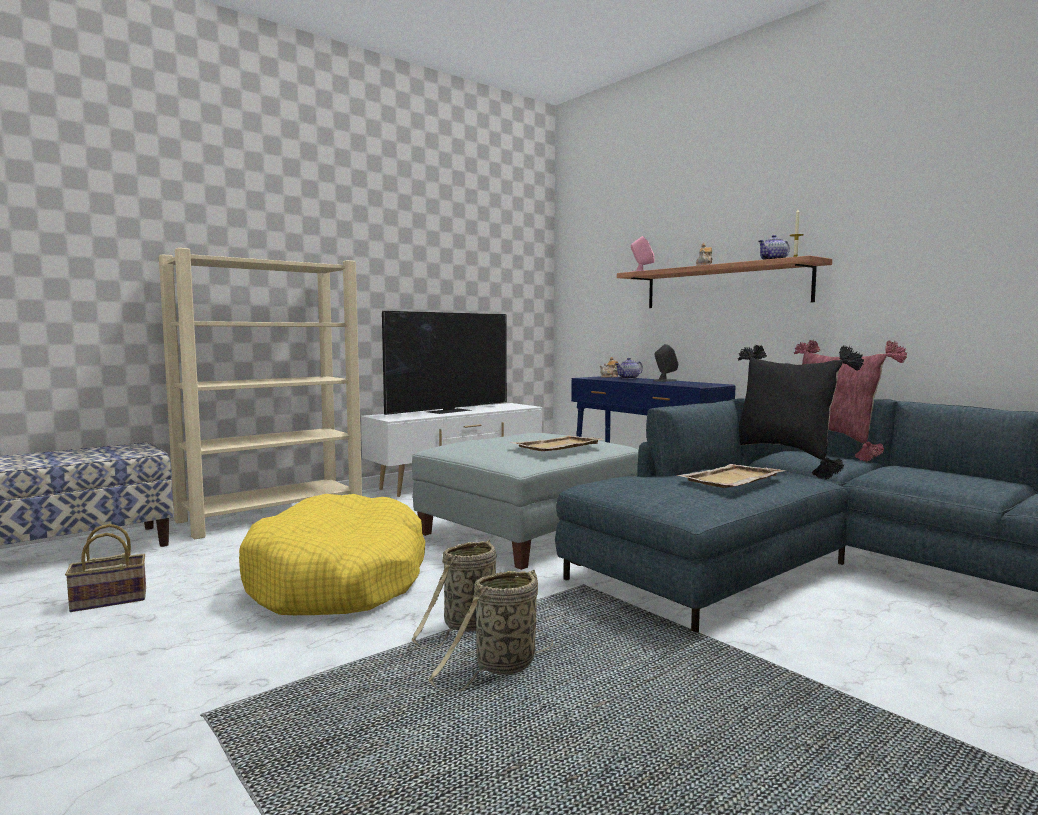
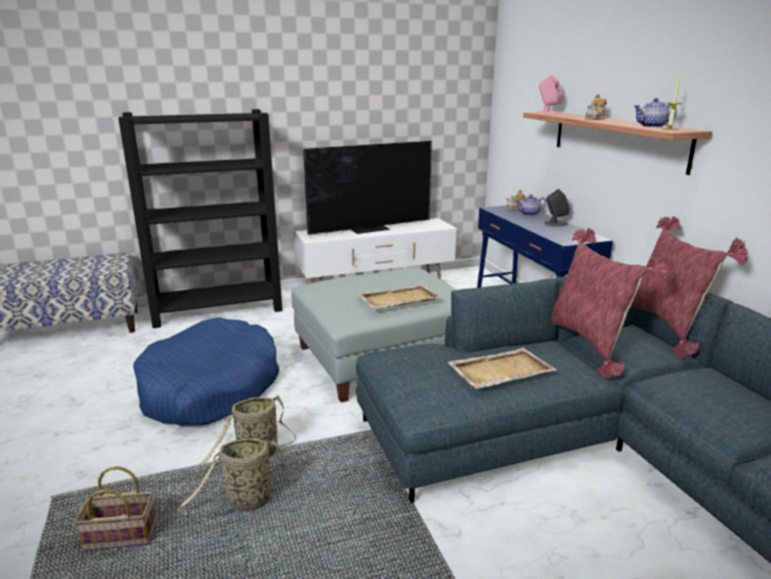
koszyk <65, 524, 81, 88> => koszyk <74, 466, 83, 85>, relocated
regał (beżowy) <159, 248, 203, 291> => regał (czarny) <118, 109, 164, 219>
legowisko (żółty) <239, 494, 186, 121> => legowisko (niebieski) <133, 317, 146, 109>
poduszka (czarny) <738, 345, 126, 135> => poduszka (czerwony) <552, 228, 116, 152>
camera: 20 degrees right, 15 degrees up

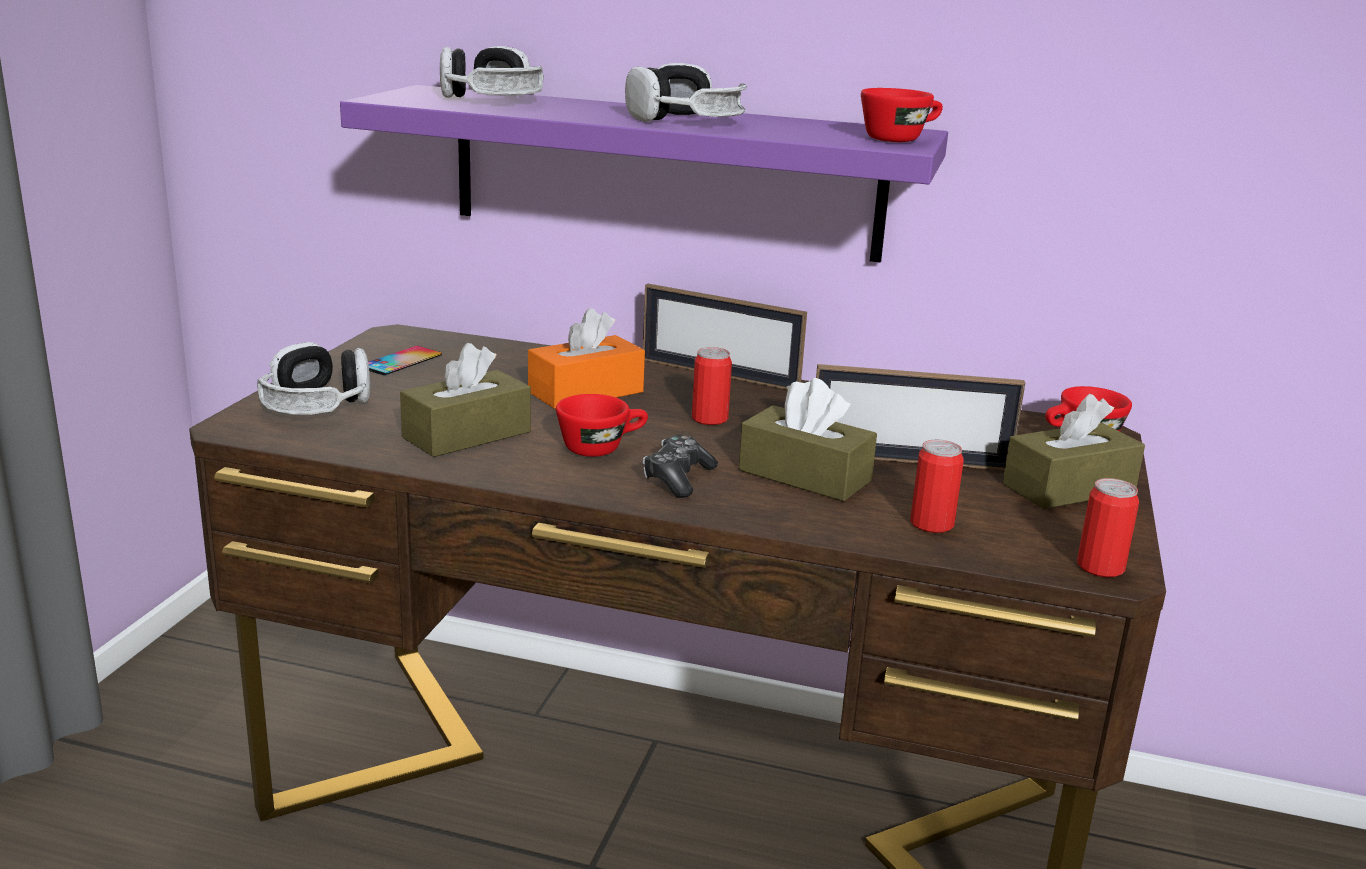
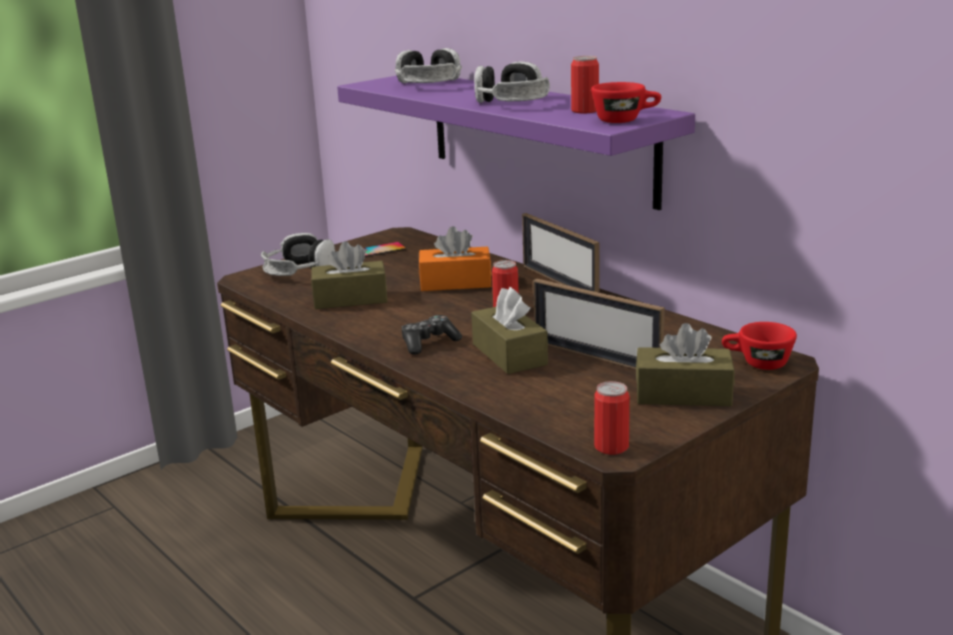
filiżanka (czerwony) <556, 394, 92, 63> => nothing
puszka <910, 440, 54, 93> => puszka <571, 56, 28, 58>, relocated
camera: 35 degrees right, 0 degrees up

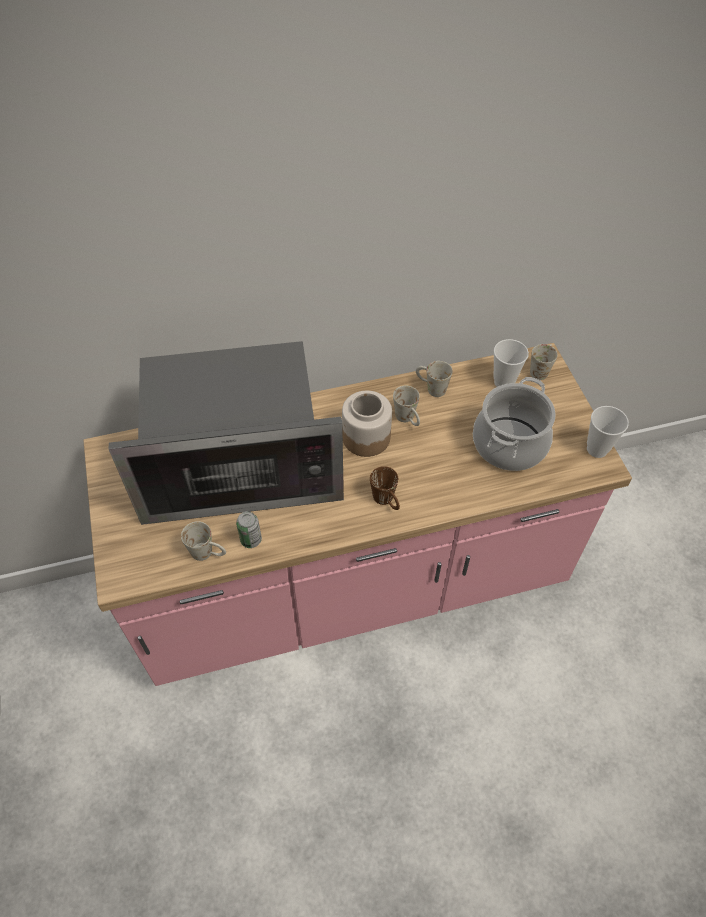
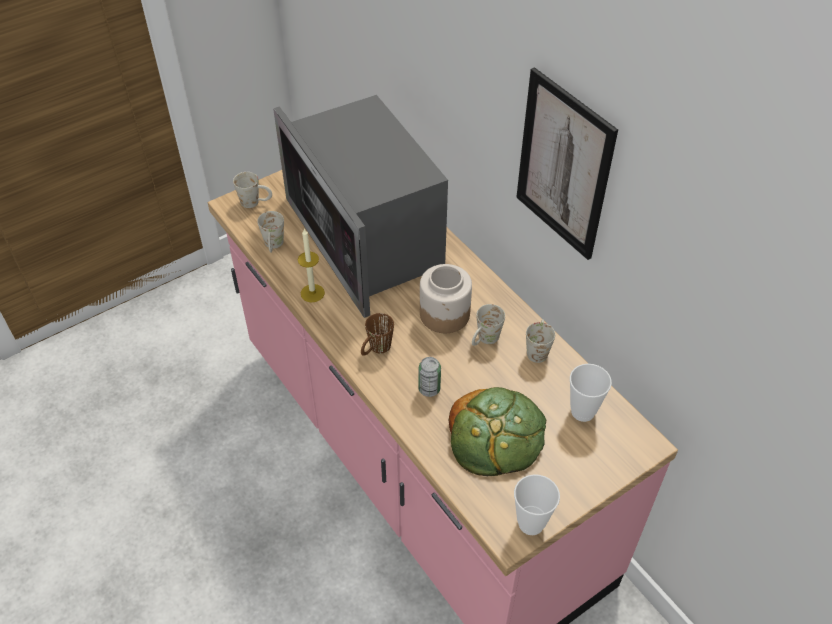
puszka <236, 511, 26, 37> => puszka <418, 357, 23, 40>, relocated
garnek <473, 377, 83, 94> => chleb <449, 387, 97, 89>
kubek (biały) <530, 344, 28, 36> => kubek (biały) <233, 172, 39, 36>, relocated
nothing => świeca <298, 229, 27, 73>
nothing => obraz <516, 67, 102, 193>
camera: 70 degrees right, 5 degrees down

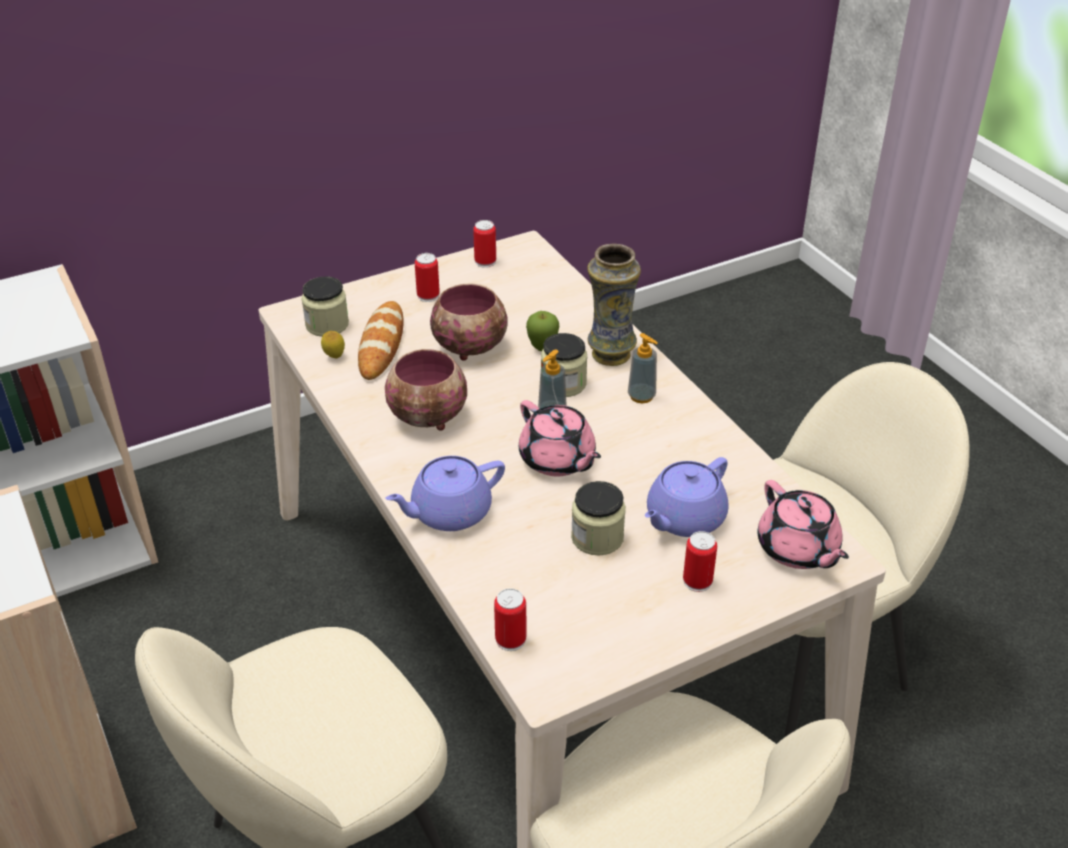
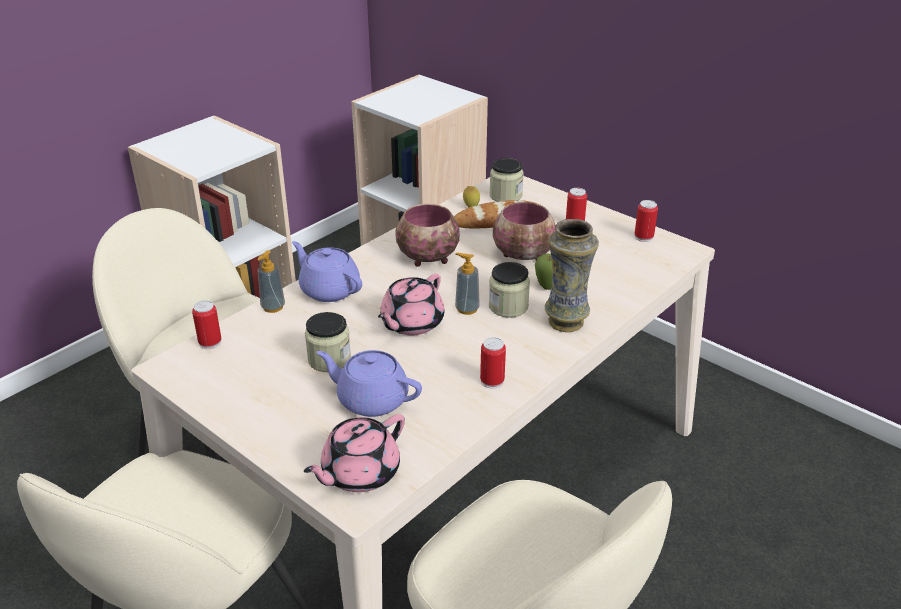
dozownik mydła <628, 333, 30, 70> => dozownik mydła <257, 250, 28, 63>, relocated
puszka <683, 531, 34, 61> => puszka <480, 337, 26, 52>, relocated
camera: 70 degrees right, 5 degrees down

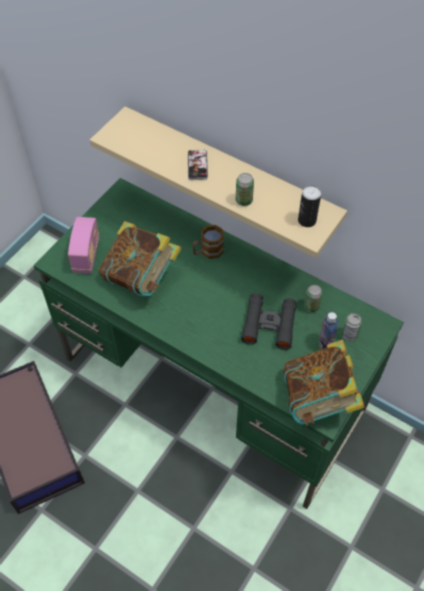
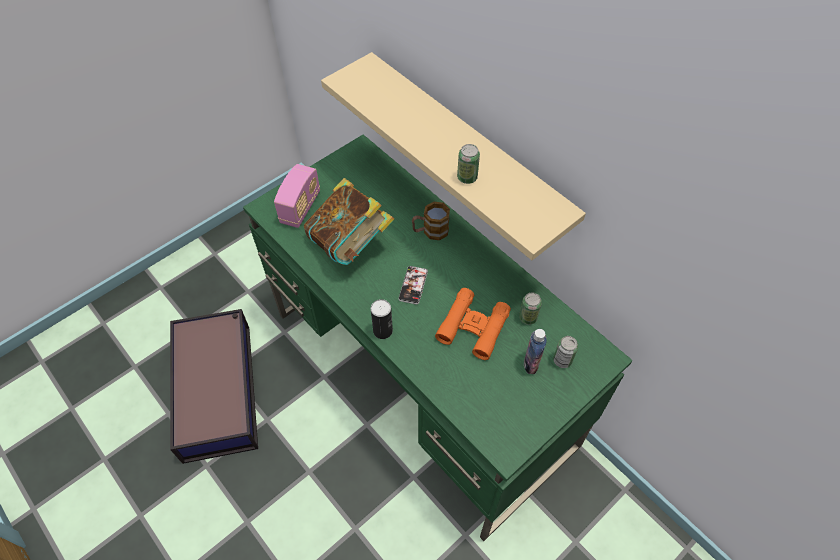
telefon <188, 150, 20, 30> => telefon <398, 266, 30, 38>, relocated
lornetka (czarny) <241, 293, 55, 57> => lornetka (pomarańczowy) <435, 288, 76, 72>
książka <283, 339, 82, 87> => nothing
puszka <298, 185, 23, 42> => puszka <371, 299, 22, 40>, relocated
camera: 15 degrees right, 0 degrees up

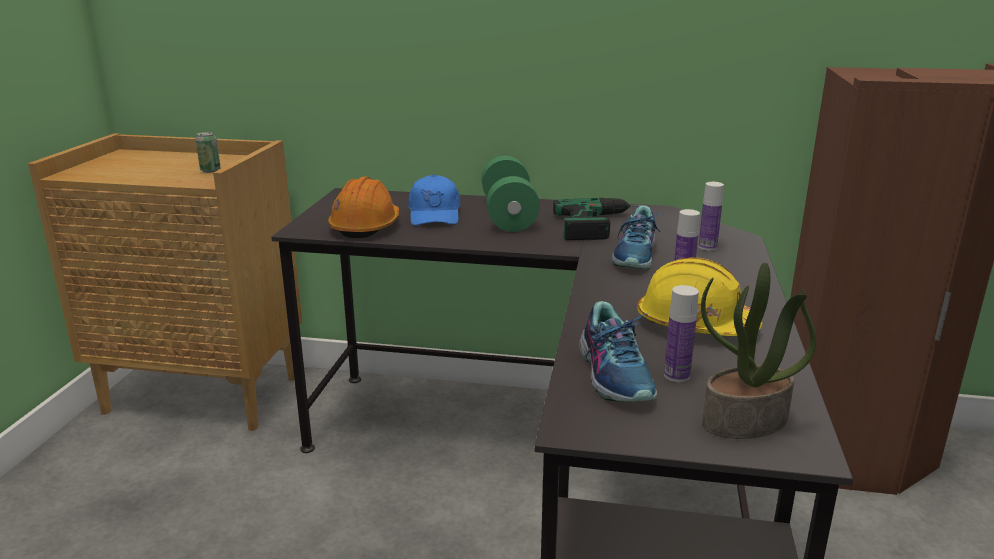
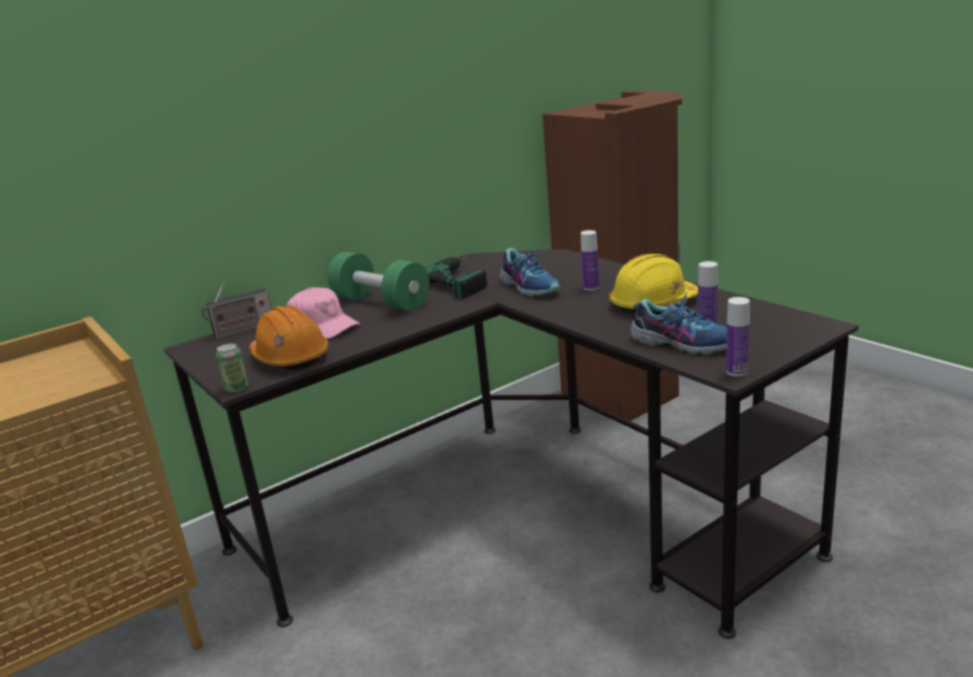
puszka <195, 132, 26, 41> => puszka <216, 343, 32, 50>, relocated
czapka z daszkiem (niebieski) <408, 174, 52, 52> => czapka z daszkiem (różowy) <286, 287, 74, 52>
butelka <699, 182, 25, 69> => butelka <726, 297, 24, 79>, relocated
roślina doniczkowa <701, 262, 115, 177> => nothing
nothing => radio <202, 280, 69, 59>
camera: 45 degrees left, 0 degrees up

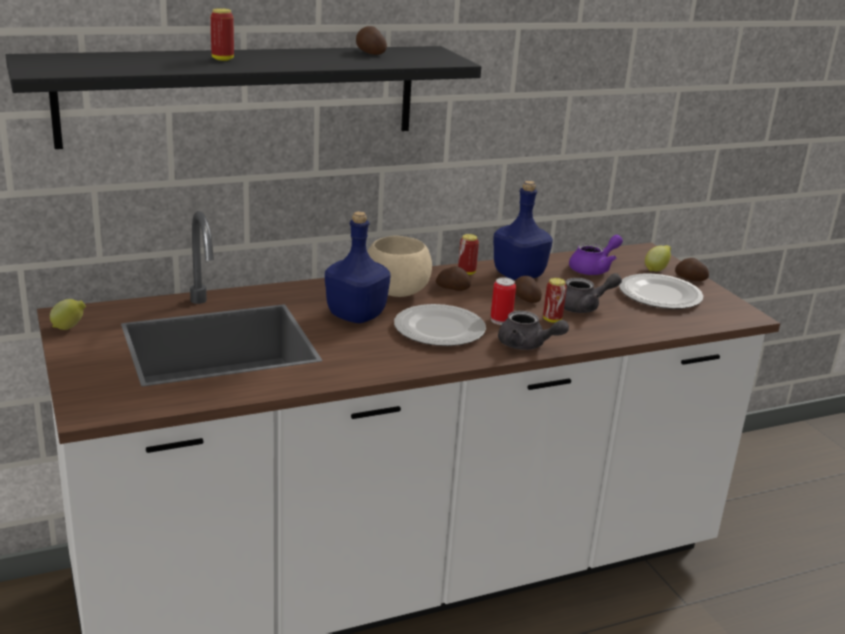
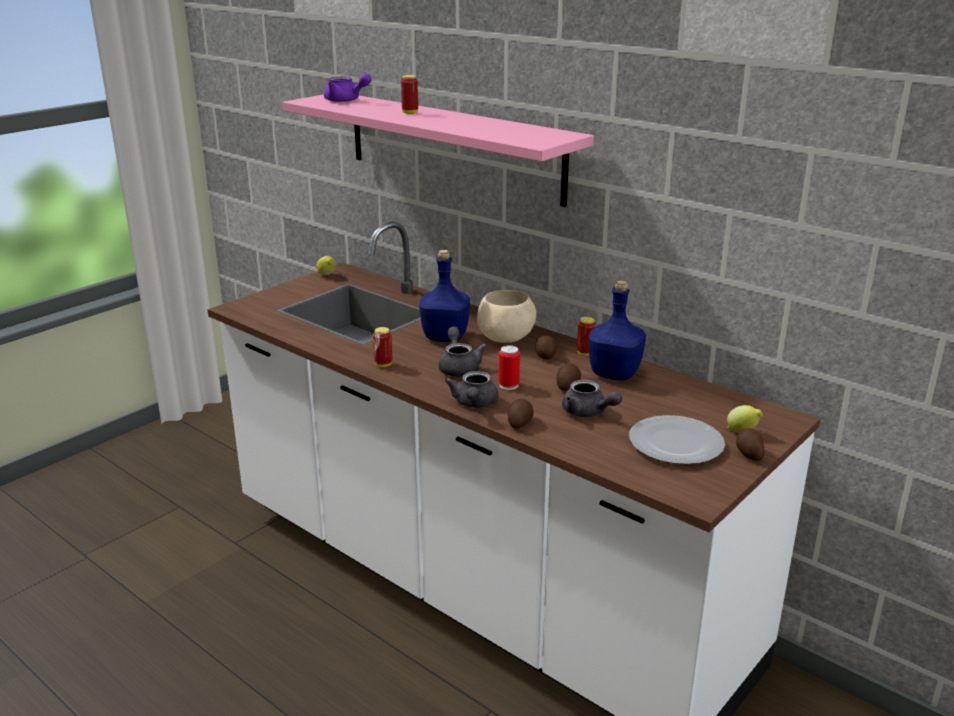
półka (czarny) <6, 46, 475, 103> => półka (różowy) <283, 94, 311, 113>
ziemniak <356, 26, 31, 29> => ziemniak <508, 399, 26, 30>, relocated
talerz <394, 304, 92, 42> => imbryk (szary) <439, 327, 48, 50>
puszka <543, 278, 24, 45> => puszka <373, 327, 19, 40>, relocated
imbryk (fioletowy) <569, 235, 54, 40> => imbryk (fioletowy) <324, 74, 48, 28>, relocated
camera: 65 degrees right, 0 degrees up

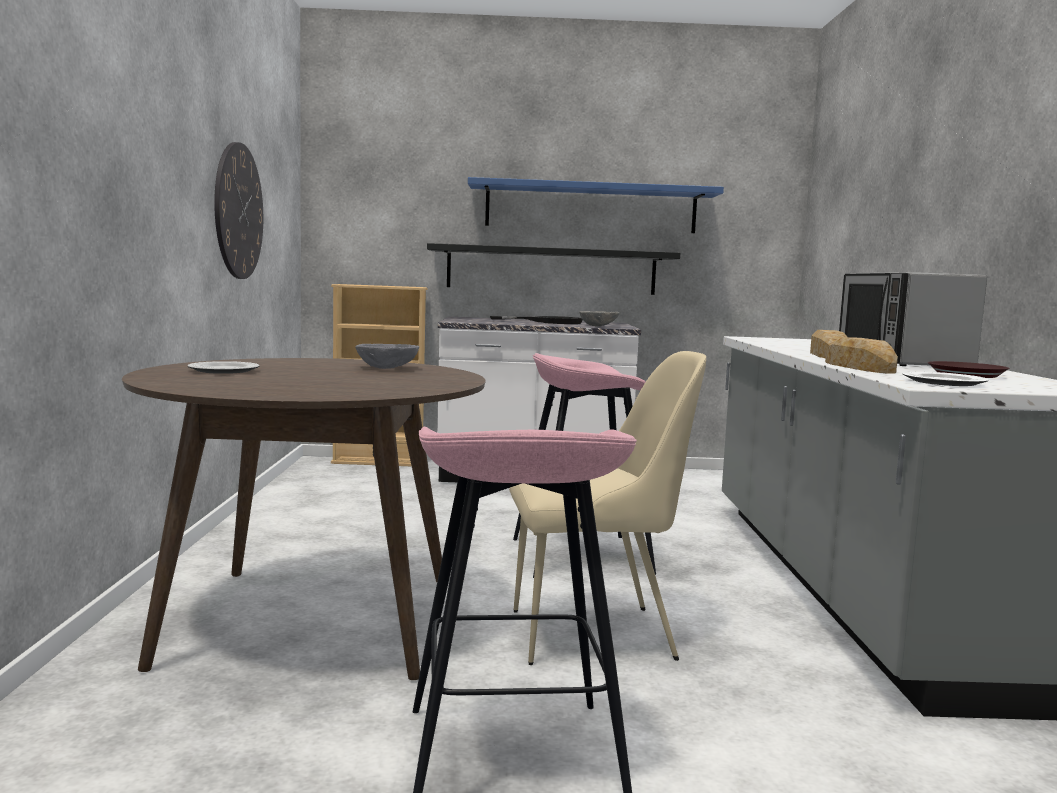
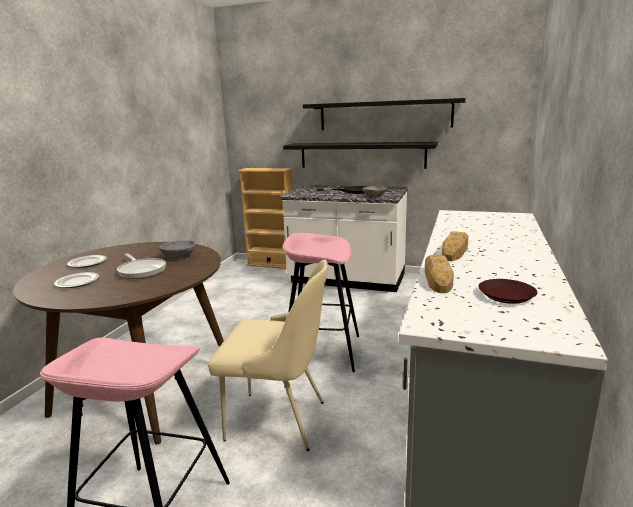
zegar ścienny <214, 142, 49, 137> => nothing
półka (niebieski) <468, 177, 256, 56> => półka (czarny) <303, 98, 163, 32>
mikrofalówka <839, 272, 148, 94> => nothing
talerz <902, 371, 86, 15> => talerz <54, 272, 45, 16>, relocated
nothing => patelnia <117, 253, 49, 26>
camera: 20 degrees right, 10 degrees up

